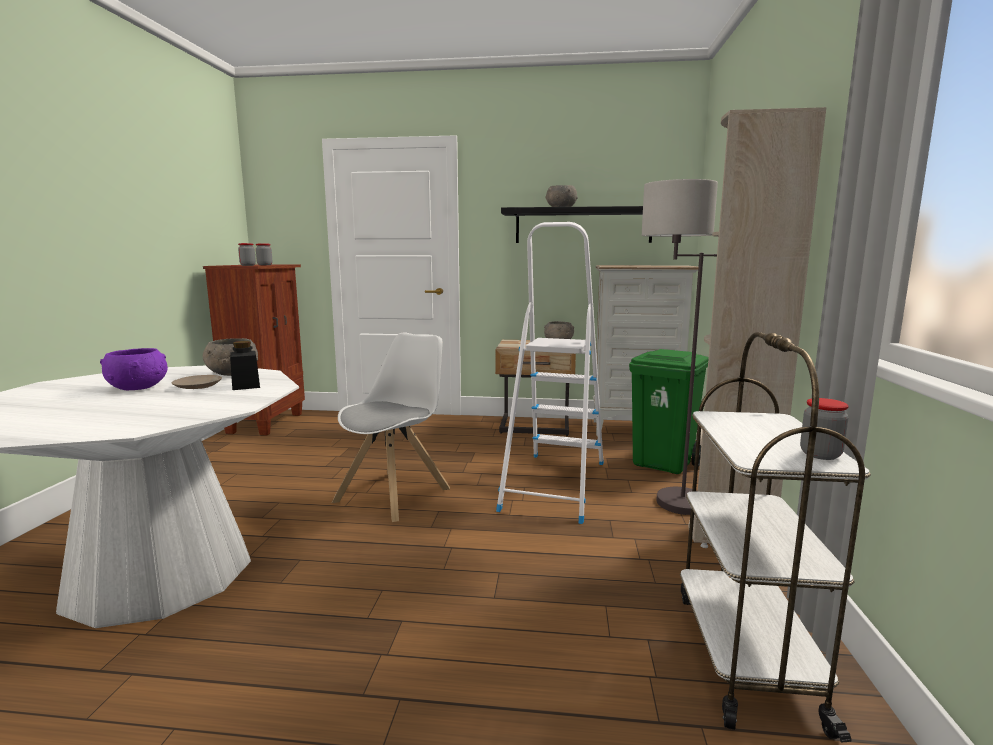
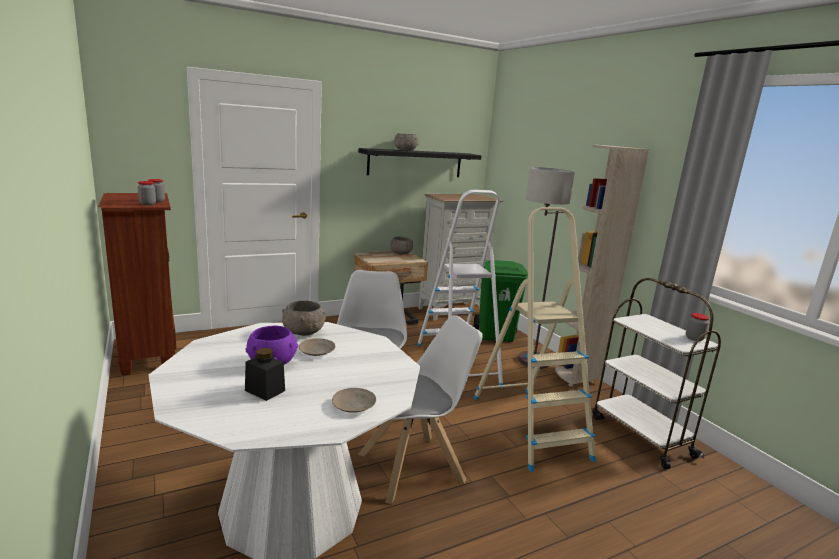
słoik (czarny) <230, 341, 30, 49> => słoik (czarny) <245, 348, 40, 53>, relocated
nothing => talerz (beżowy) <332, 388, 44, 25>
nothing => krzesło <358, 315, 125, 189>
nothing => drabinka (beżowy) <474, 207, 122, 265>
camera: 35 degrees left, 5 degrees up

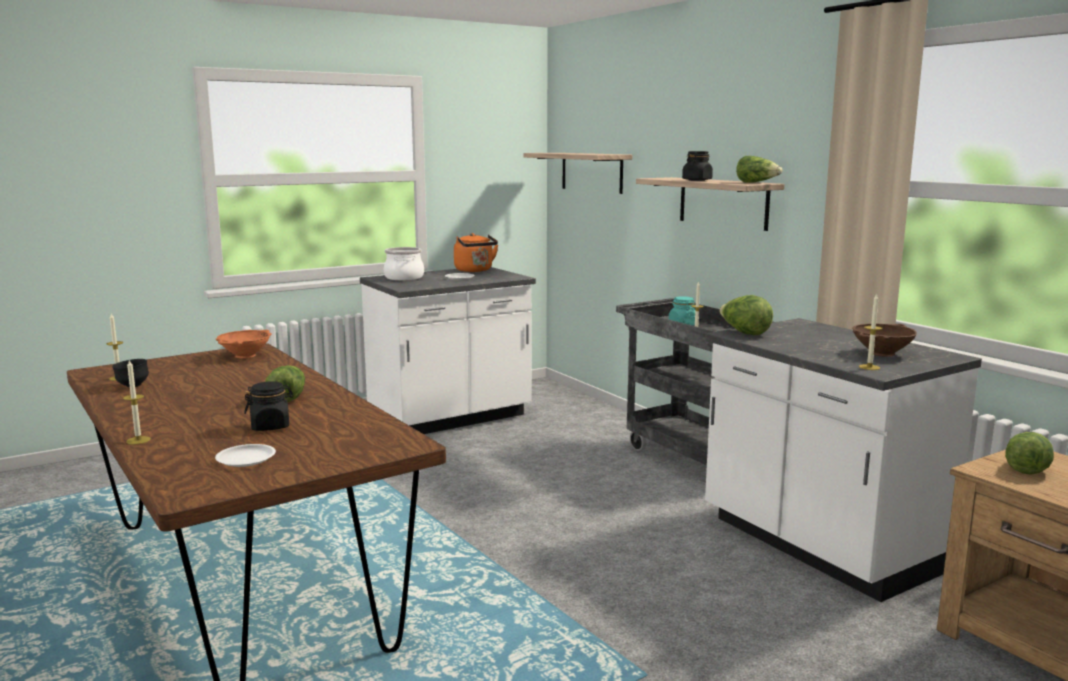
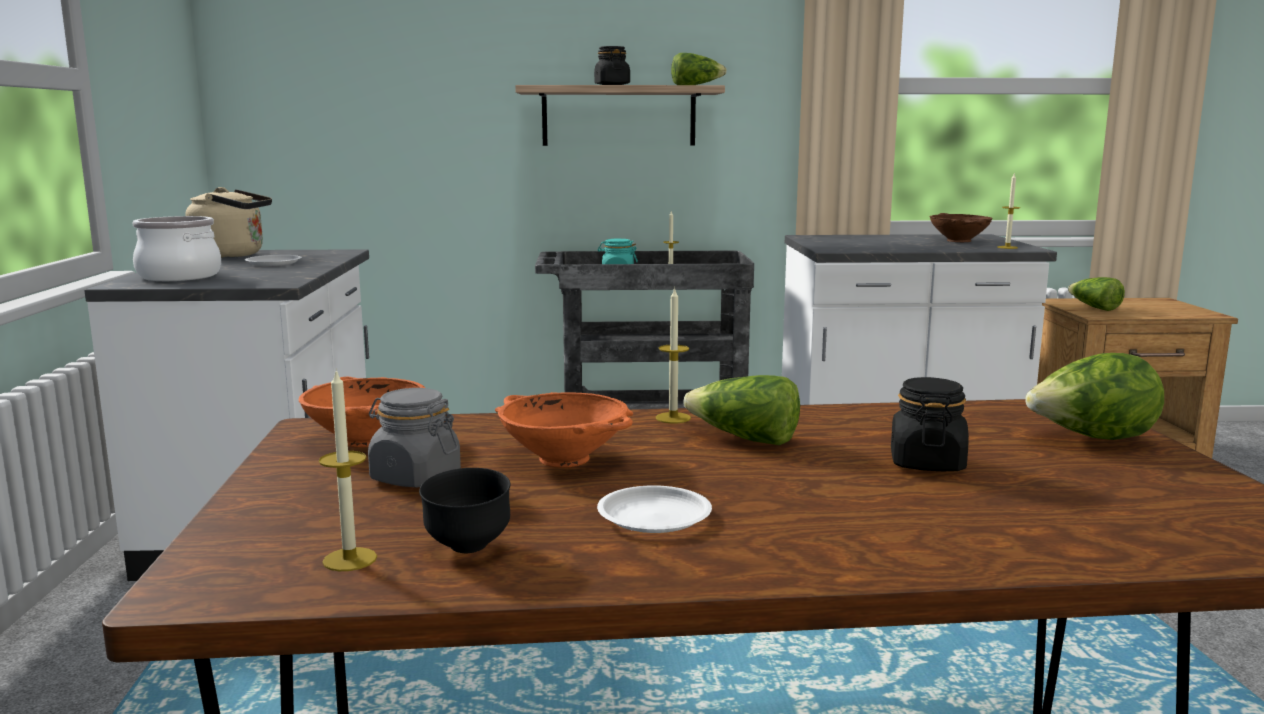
świeca <123, 360, 28, 85> => świeca <656, 287, 35, 136>, relocated
talerz (biały) <215, 444, 61, 23> => talerz (biały) <597, 485, 115, 48>, relocated
czajnik (pomarańczowy) <454, 233, 44, 39> => czajnik (beżowy) <185, 187, 87, 71>
półka <523, 153, 109, 41> => nothing
sałata <719, 295, 54, 40> => sałata <1025, 353, 139, 87>, relocated
nothing => słoik (szary) <368, 388, 93, 99>
nothing => miska (pomarańczowy) <495, 392, 138, 76>
camera: 60 degrees left, 0 degrees up

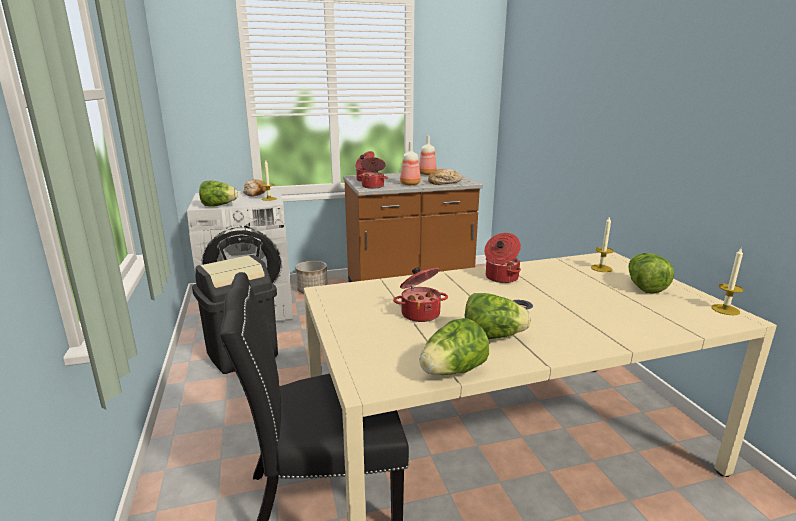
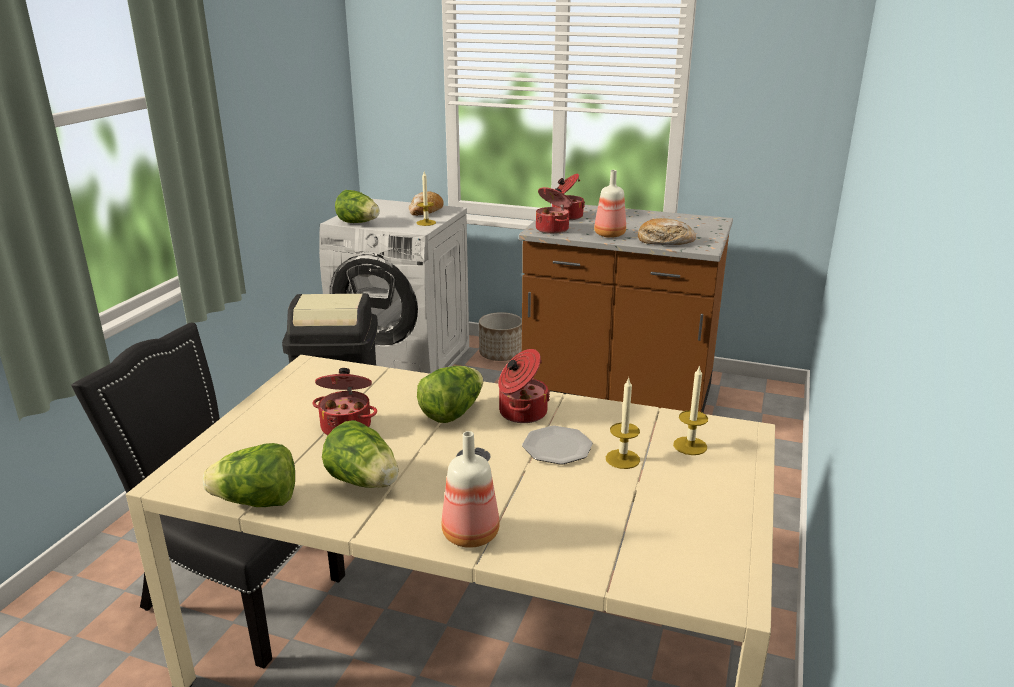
butelka <419, 135, 18, 40> => butelka <442, 431, 58, 117>, relocated
sałata <628, 253, 46, 41> => sałata <417, 366, 66, 57>, relocated
świeca <711, 248, 33, 67> => świeca <606, 377, 34, 92>, relocated
nothing => talerz <522, 426, 71, 39>
camera: 35 degrees right, 5 degrees up

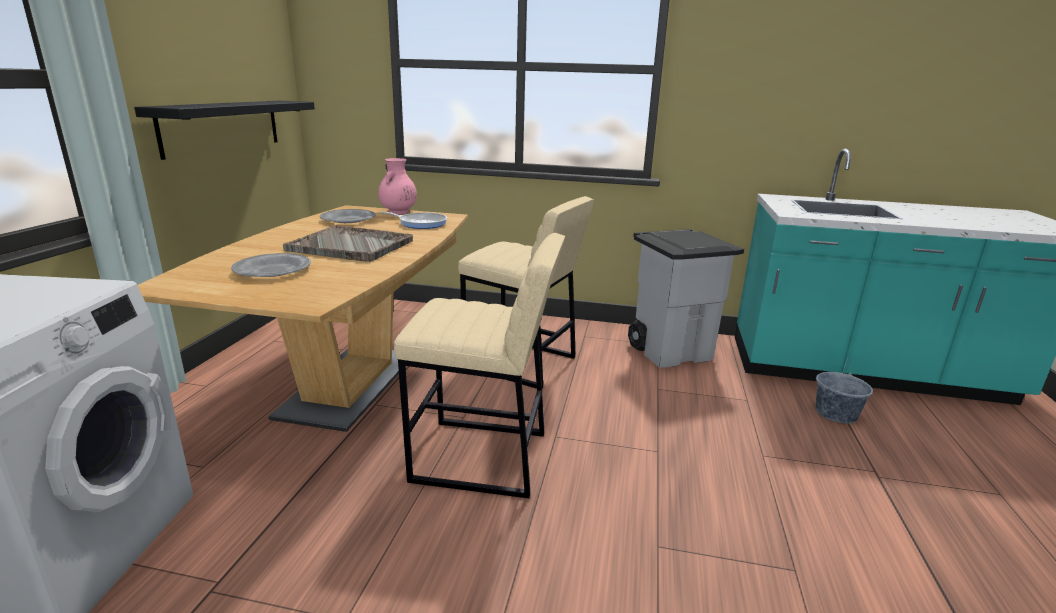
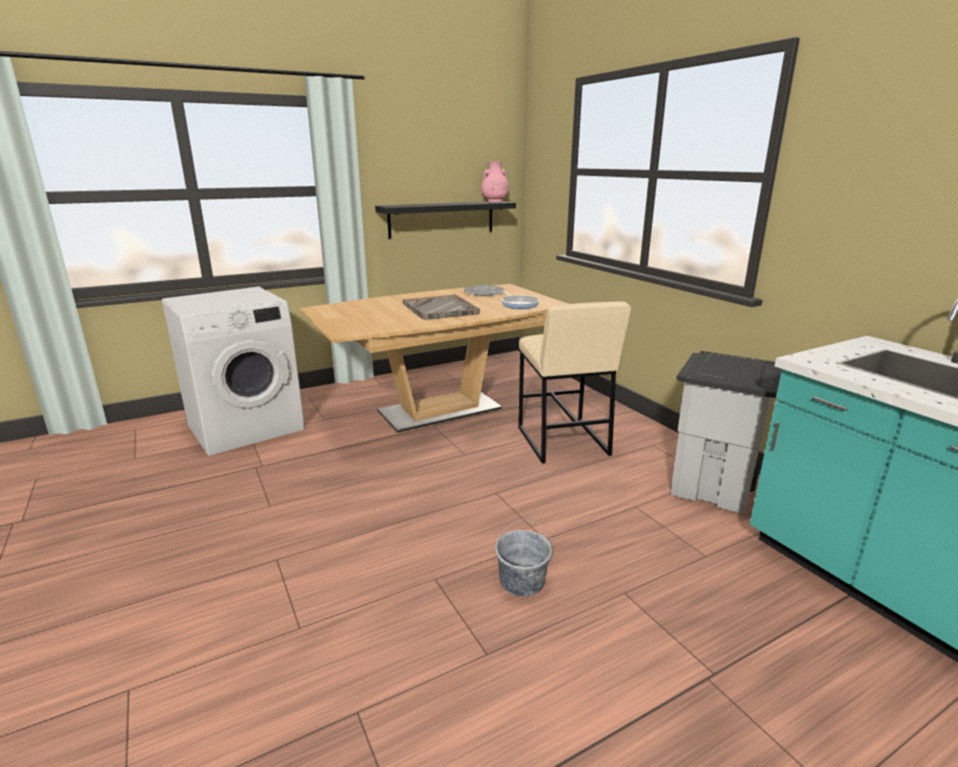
talerz (szary) <231, 253, 80, 24> => nothing
wazon (różowy) <378, 158, 39, 57> => wazon (różowy) <482, 161, 27, 41>, relocated
krzesło (beżowy) <394, 233, 171, 265> => nothing
wiadro (szary) <815, 358, 58, 66> => wiadro (szary) <495, 519, 57, 78>, relocated
camera: 50 degrees right, 0 degrees up

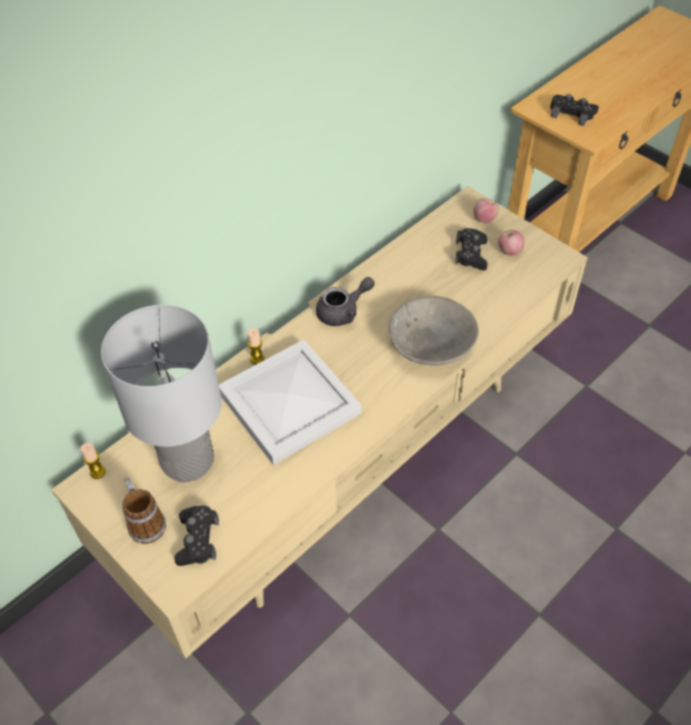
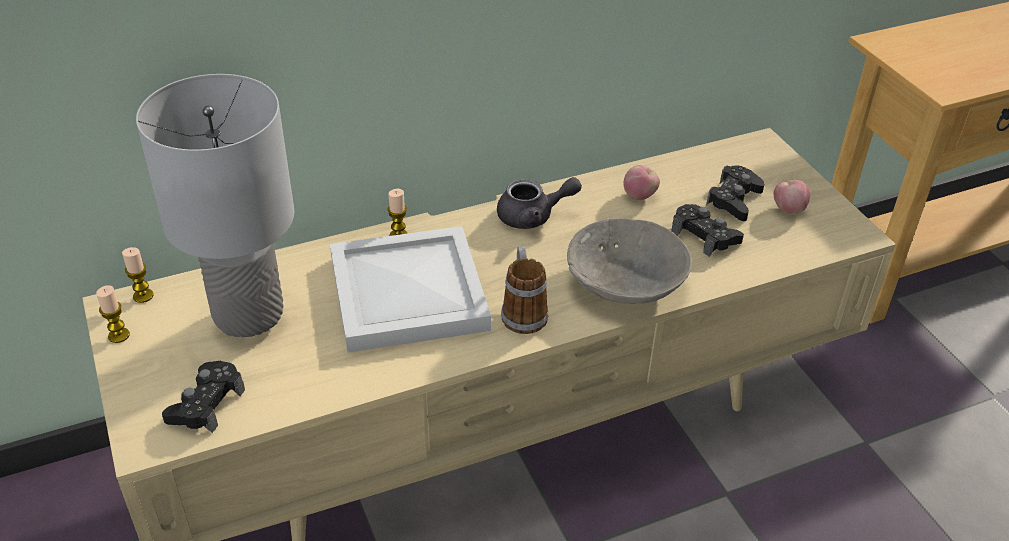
kubek <122, 477, 44, 67> => kubek <501, 246, 47, 88>, relocated
jabłko <473, 198, 26, 25> => jabłko <623, 165, 37, 35>, relocated
pad do gier (czarny) <550, 94, 49, 32> => pad do gier (czarny) <671, 204, 73, 53>, relocated
nothing => świeca <96, 285, 34, 58>
camera: 20 degrees right, 10 degrees down

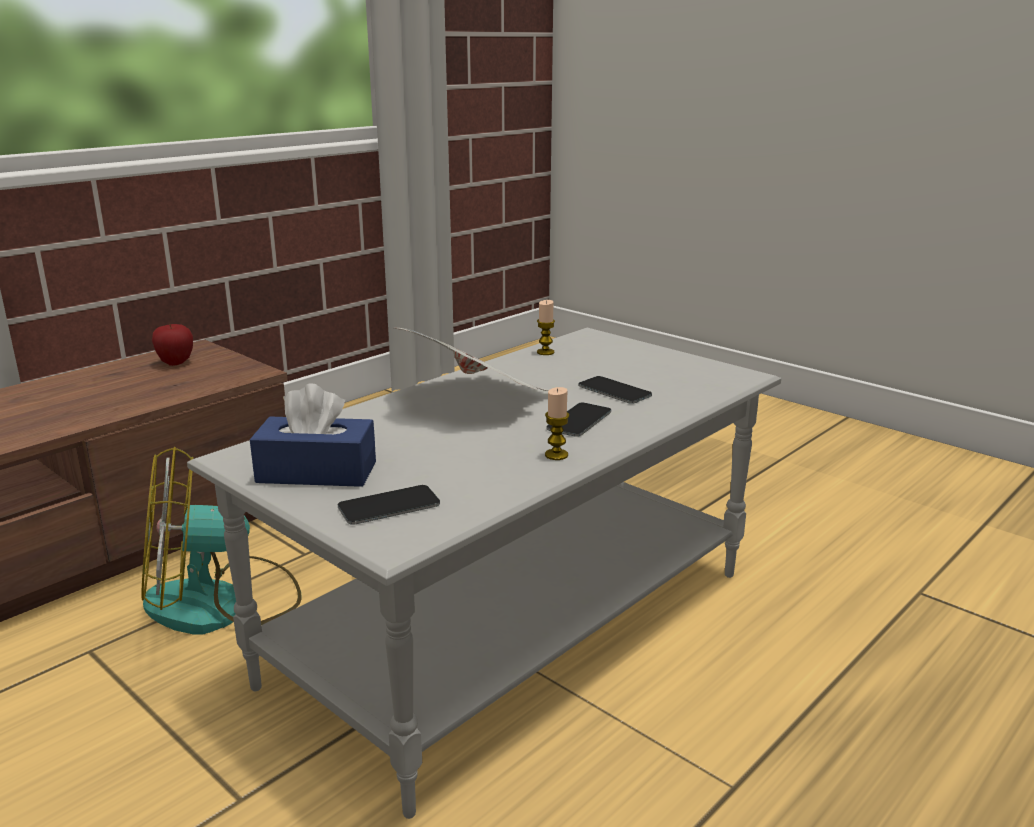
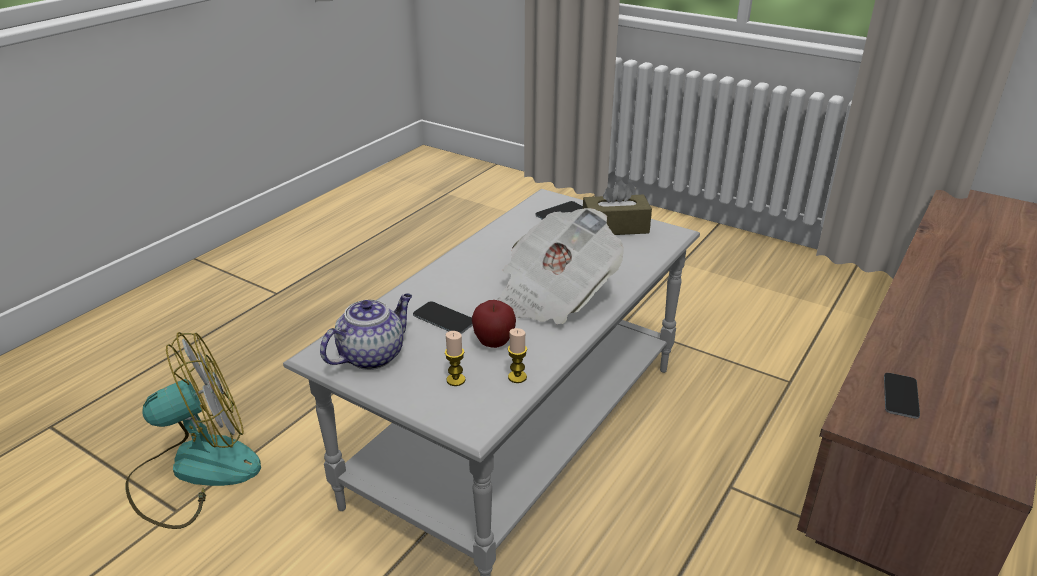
wentylator <141, 447, 161, 187> => wentylator <125, 332, 136, 197>, relocated
jabłko <152, 324, 41, 42> => jabłko <471, 300, 45, 48>, relocated
pudełko chusteczek (niebieski) <250, 383, 126, 104> => pudełko chusteczek (brązowy) <583, 179, 69, 56>
świeca <545, 387, 24, 73> => świeca <445, 331, 21, 55>, relocated
telefon <547, 403, 64, 34> => telefon <884, 373, 36, 46>, relocated
nothing => imbryk <320, 294, 92, 76>
camera: 170 degrees right, 10 degrees up

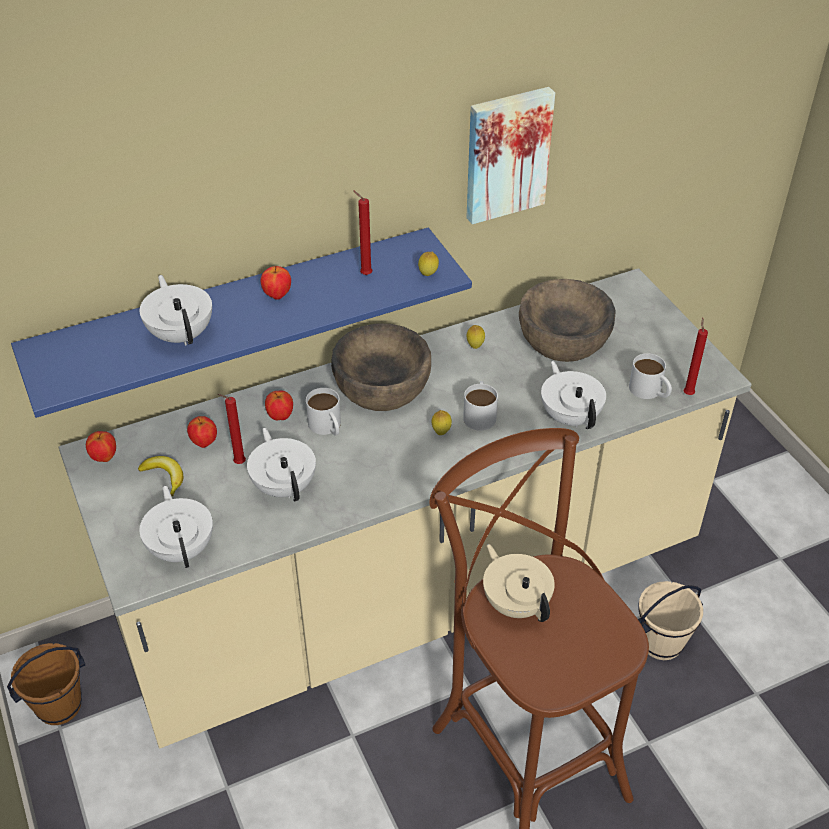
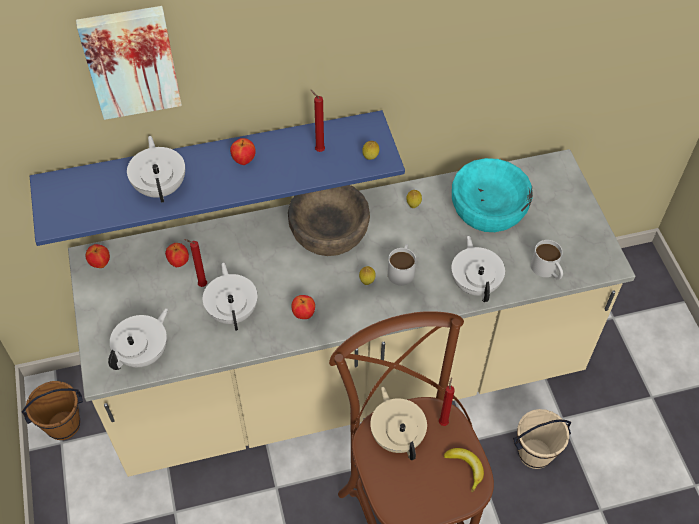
banan <138, 456, 45, 40> => banan <444, 448, 40, 44>, relocated
imbryk (biały) <139, 486, 74, 82> => imbryk (biały) <108, 308, 60, 62>, 45 degrees clockwise
jabłko <265, 391, 28, 29> => jabłko <291, 295, 24, 24>, relocated
kubek (biały) <306, 388, 35, 48> => nothing
obraz <466, 87, 89, 137> => obraz <76, 6, 106, 114>, relocated
miska (brązowy) <519, 279, 97, 83> => miska (turkusowy) <452, 158, 81, 74>
świeca (czerwony) <684, 318, 24, 77> => świeca (czerwony) <439, 377, 16, 49>, relocated
camera: 10 degrees right, 10 degrees up

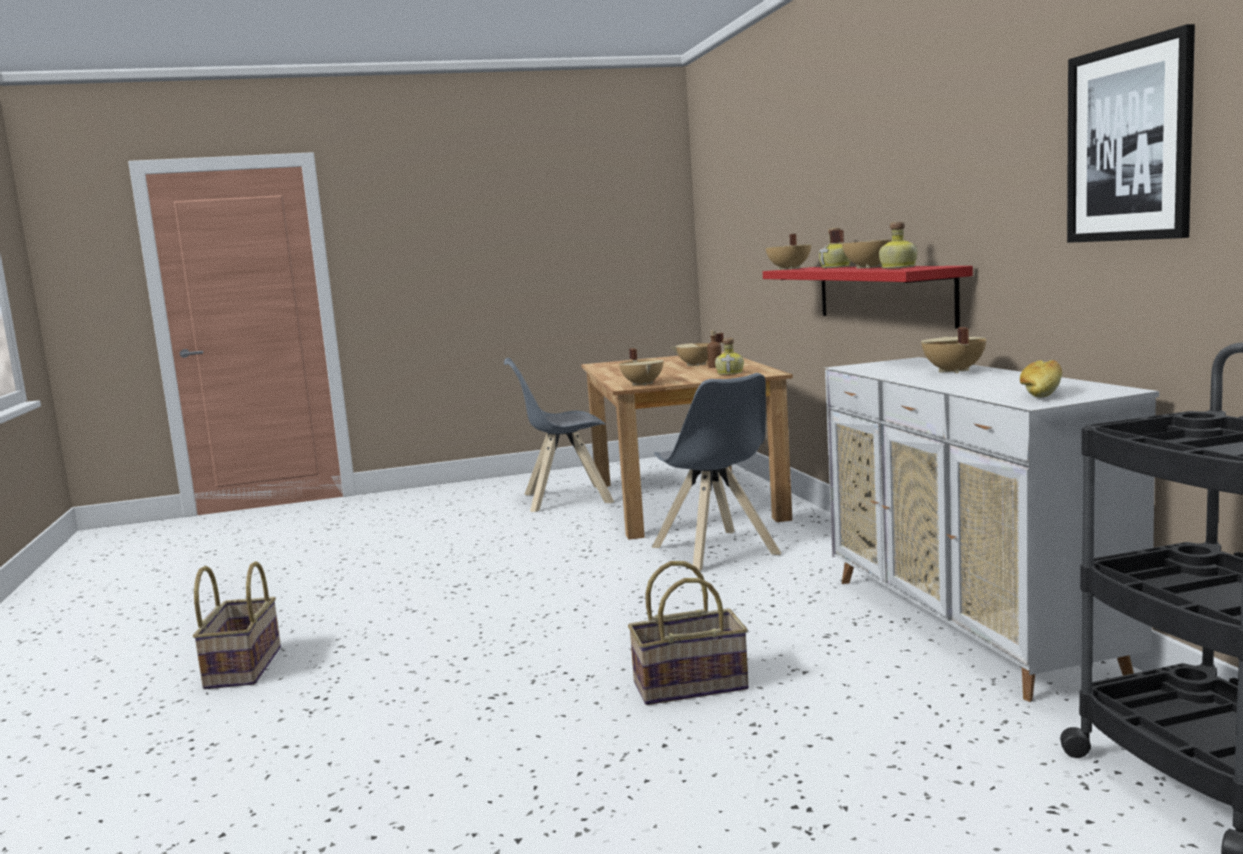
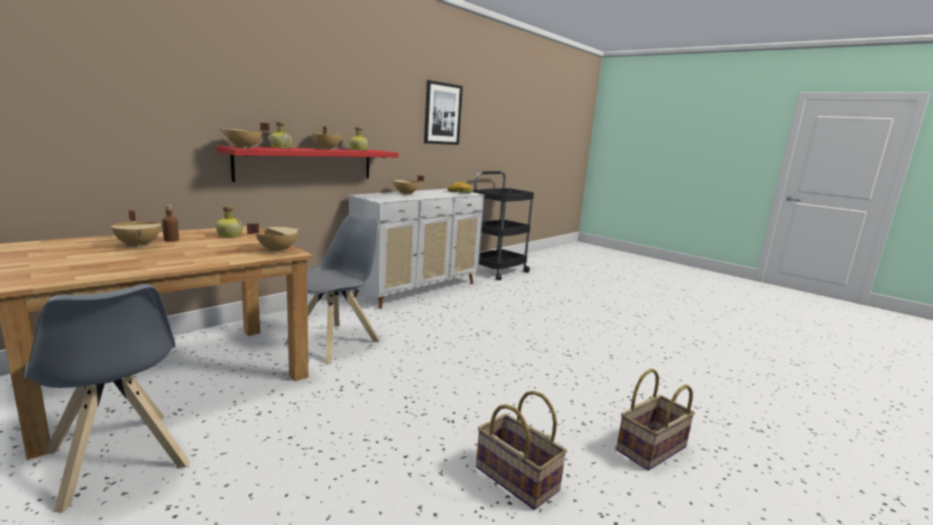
koszyk <628, 561, 121, 144> => koszyk <476, 391, 91, 119>, relocated
camera: 125 degrees left, 5 degrees up

